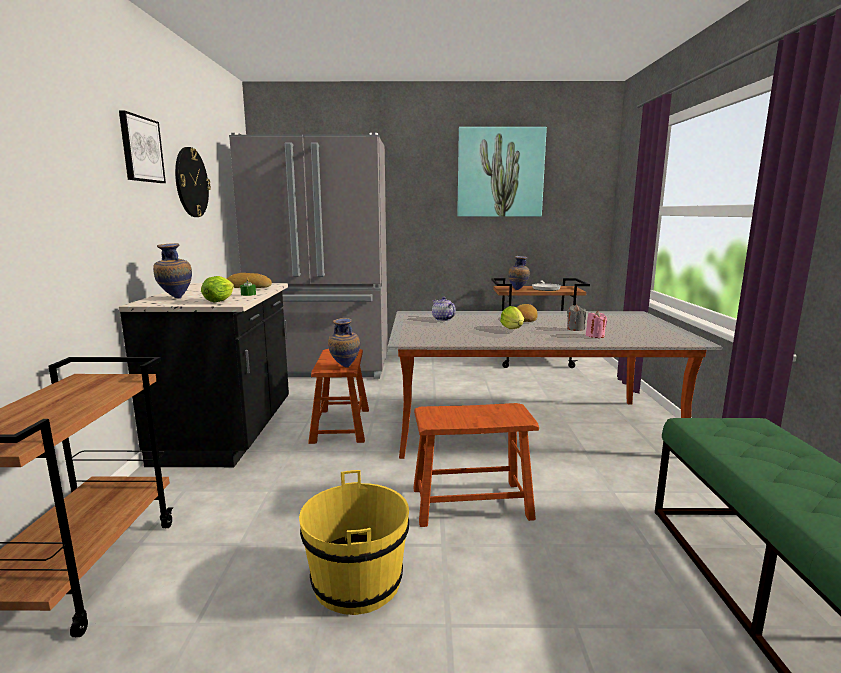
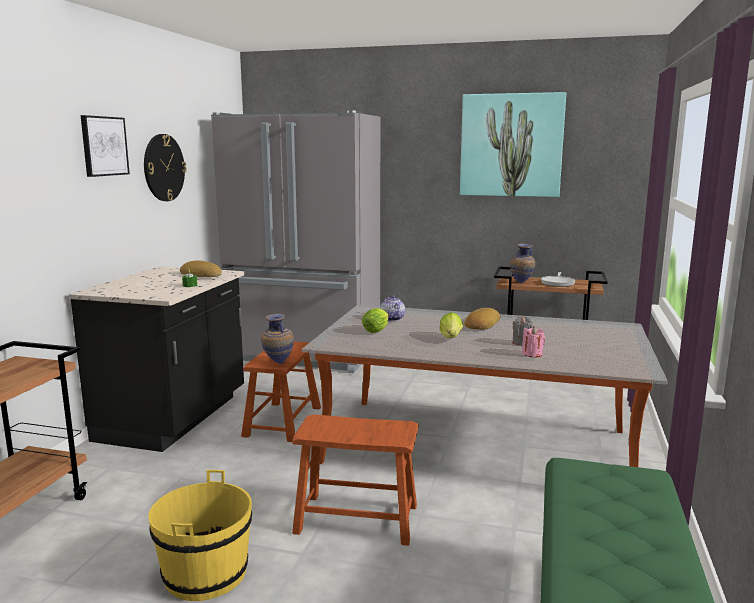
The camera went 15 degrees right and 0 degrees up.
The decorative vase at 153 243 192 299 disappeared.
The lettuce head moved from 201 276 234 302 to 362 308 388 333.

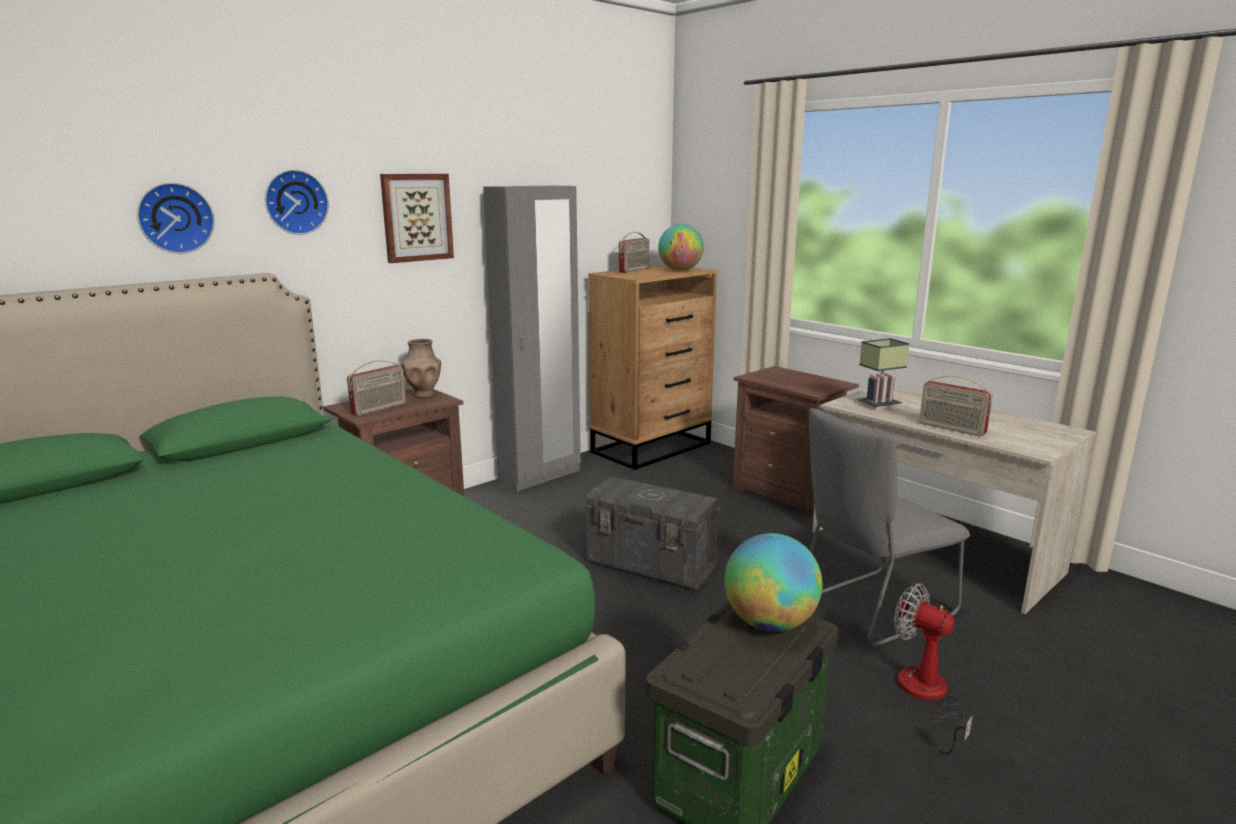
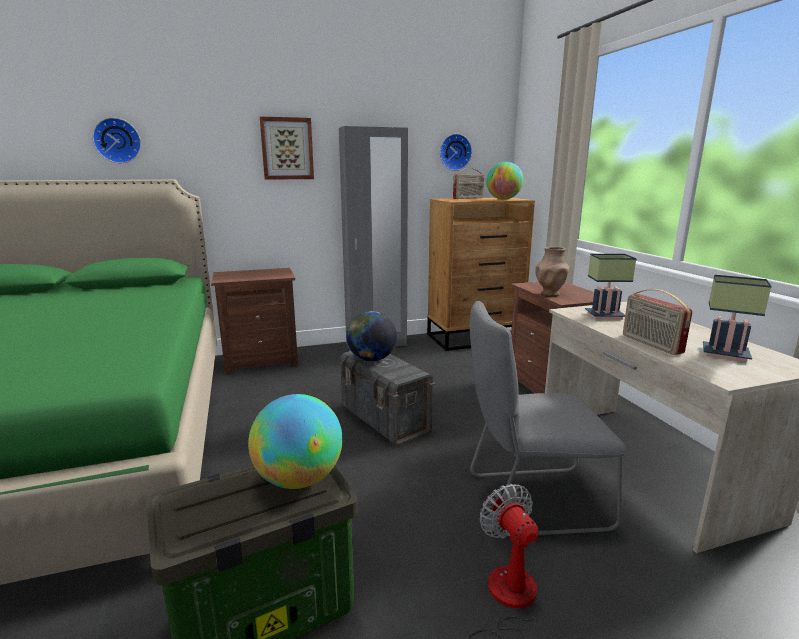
The camera went 25 degrees right and 0 degrees up.
The clock on the wall moved from 265 170 329 235 to 440 134 472 171.
The radio receiver at 347 360 406 416 disappeared.
The brownish decorative vase moved from 401 339 441 399 to 535 247 570 297.
The desk globe at 347 311 397 361 appeared.
The tabletop lamp at 703 275 772 363 appeared.

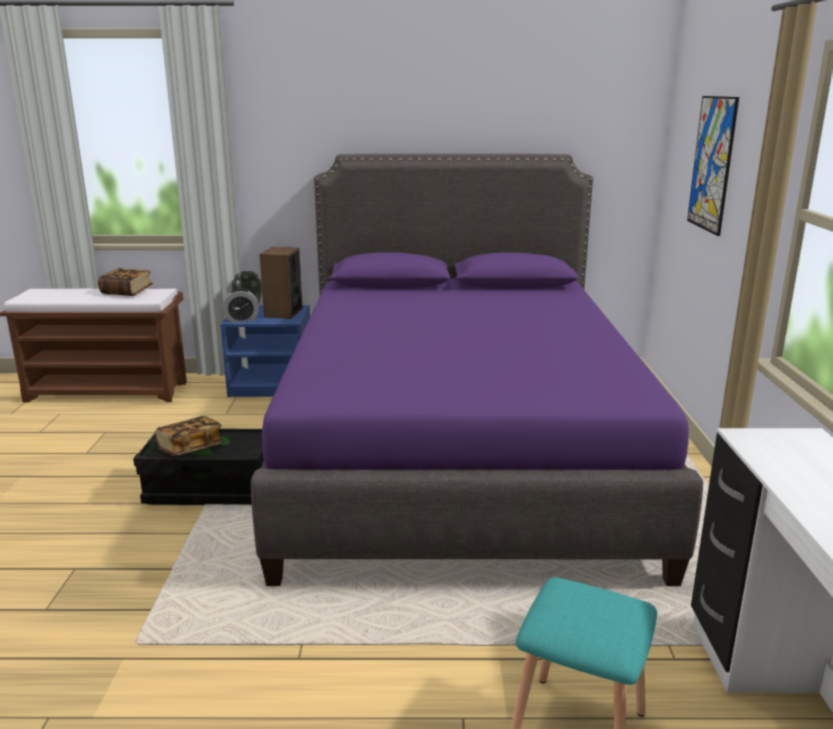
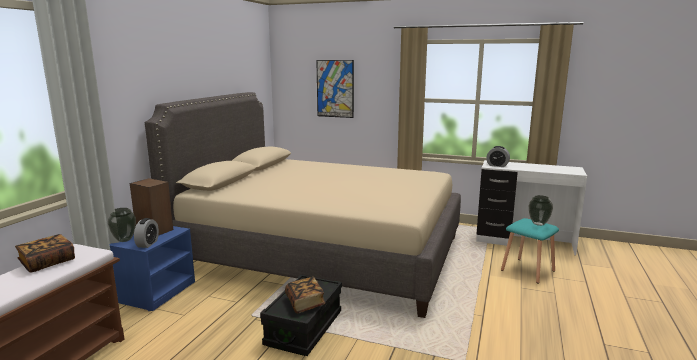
The camera went 70 degrees left and 5 degrees down.
The purplish bed at 251 154 703 586 became the beige bed at 145 92 461 318.
The alarm clock at 486 146 510 167 appeared.
The decorative vase at 529 195 553 226 appeared.

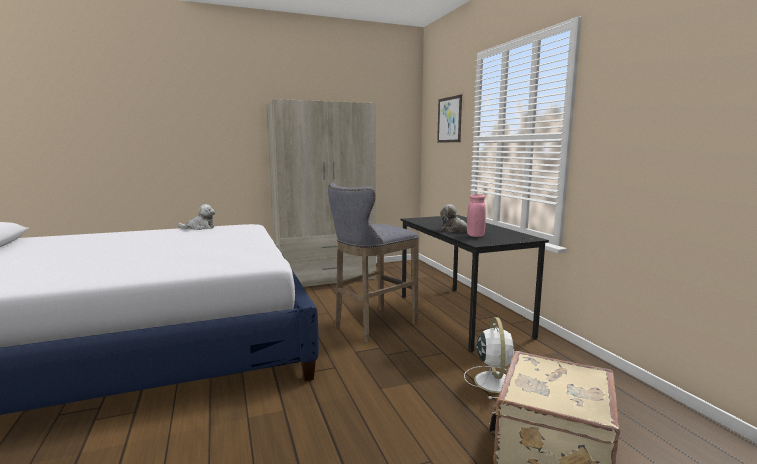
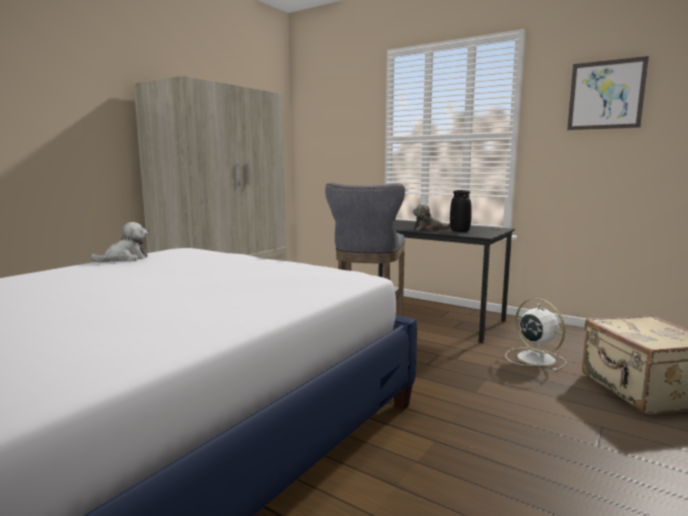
The camera went 35 degrees left and 0 degrees up.
The wall picture moved from 437 95 462 143 to 567 56 649 130.
The pinkish decorative vase at 467 194 486 237 became the black decorative vase at 450 190 472 232.

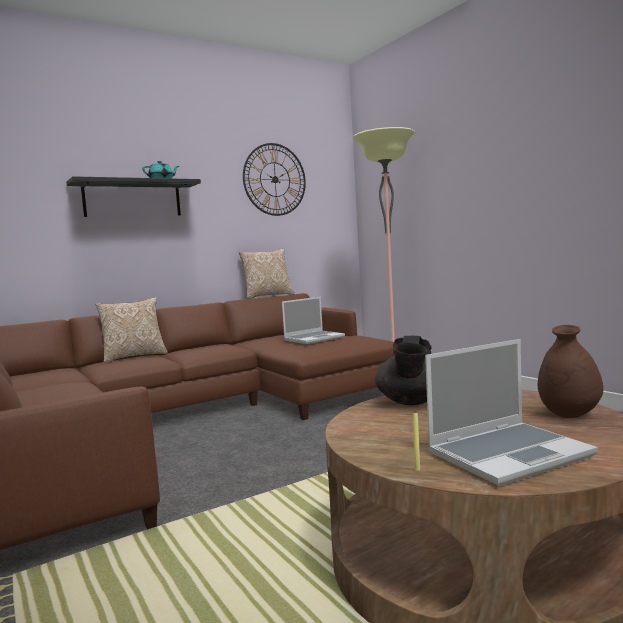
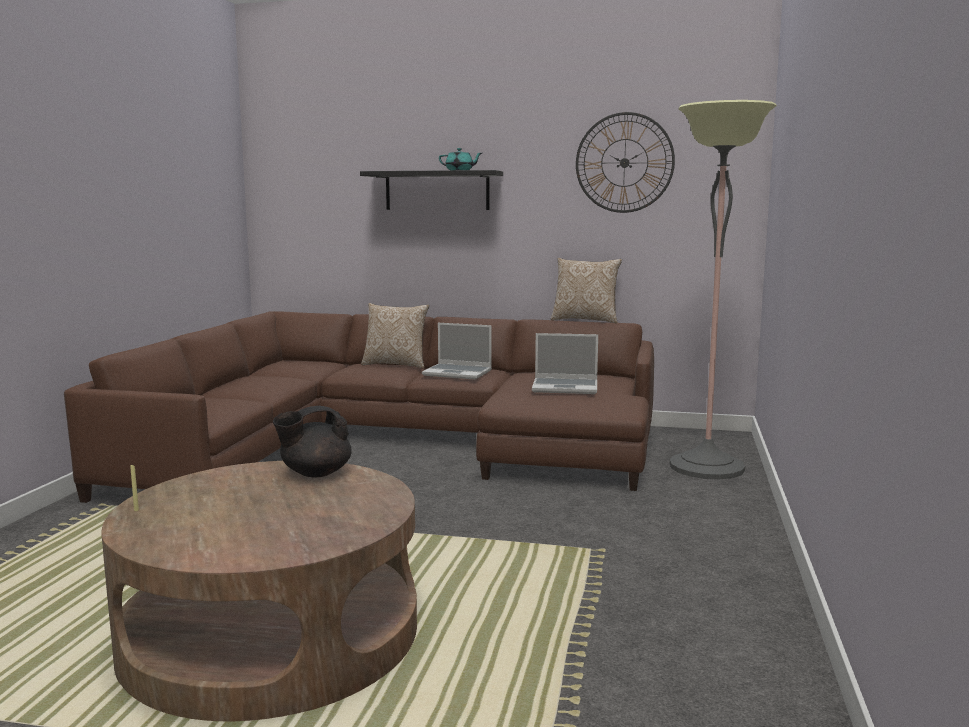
The camera went 45 degrees right and 5 degrees up.
The notebook computer moved from 425 339 598 486 to 422 323 492 380.
The brownish decorative vase at 538 325 603 418 disappeared.

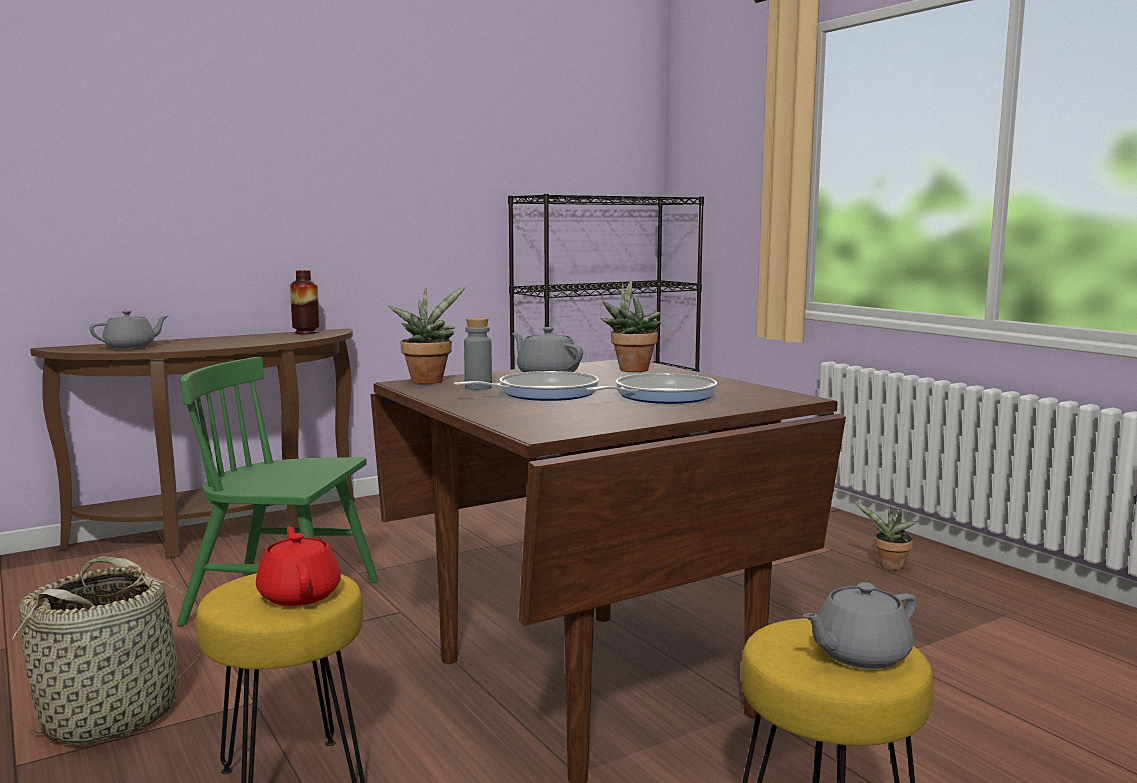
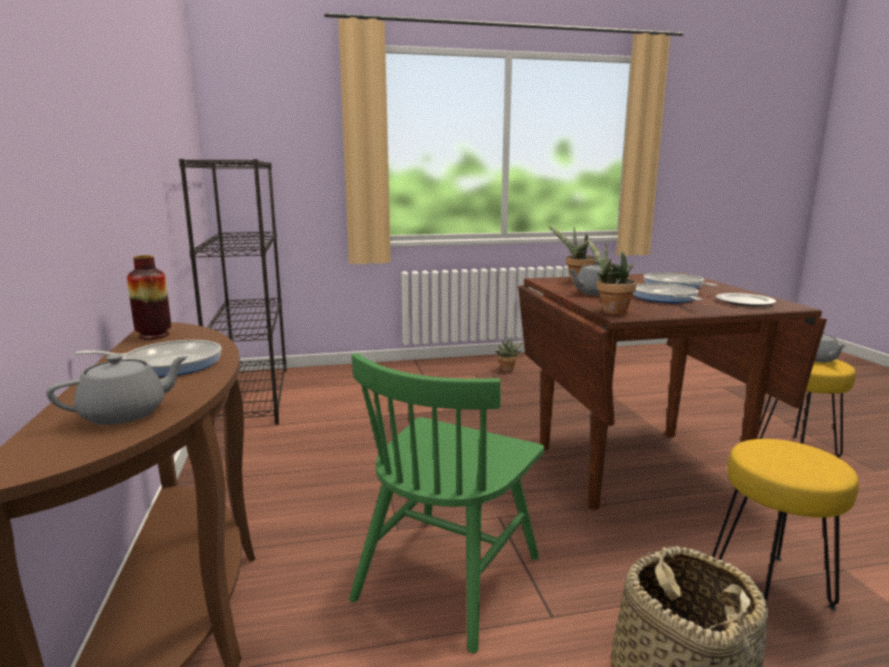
The camera went 70 degrees left and 5 degrees up.
The greyish tea pot at 89 310 168 349 turned 75 degrees clockwise.
The red tea pot at 256 526 341 606 disappeared.
The greyish bottle at 464 318 492 390 disappeared.
The skillet at 75 340 222 377 appeared.
The plate at 716 293 776 306 appeared.

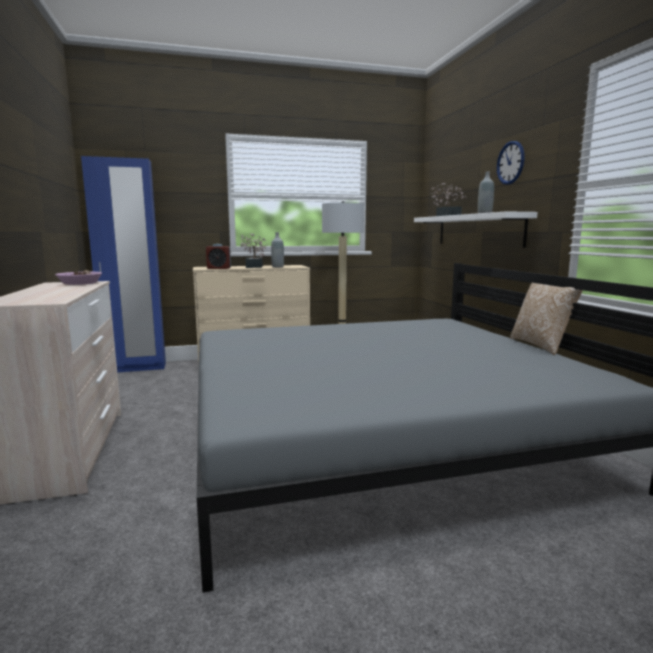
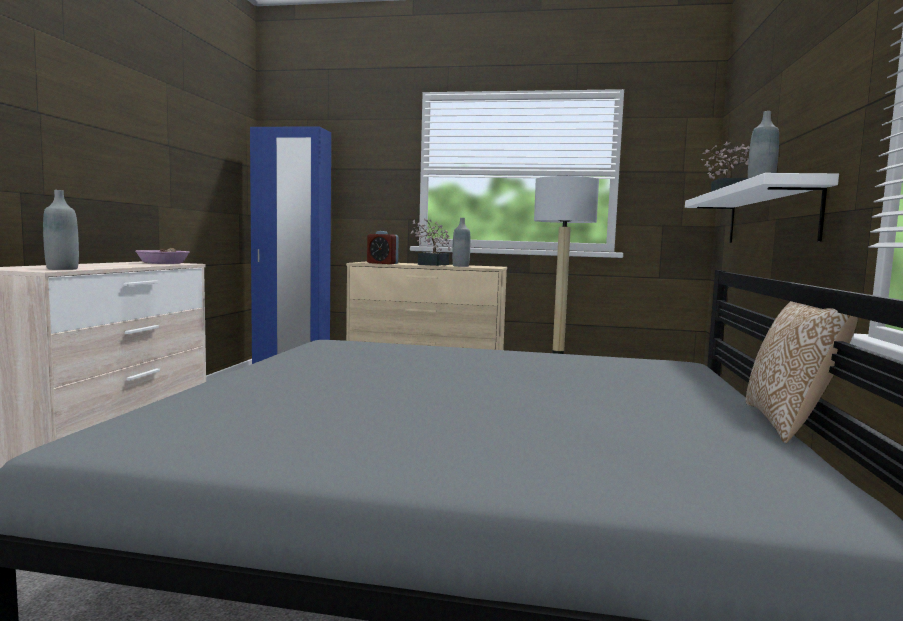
The camera went 25 degrees right and 5 degrees down.
The clock on the wall at 497 141 525 185 disappeared.
The greyish bottle at 43 190 79 270 appeared.

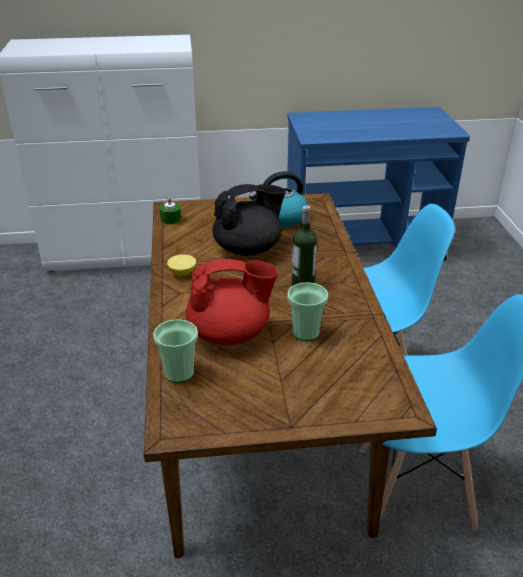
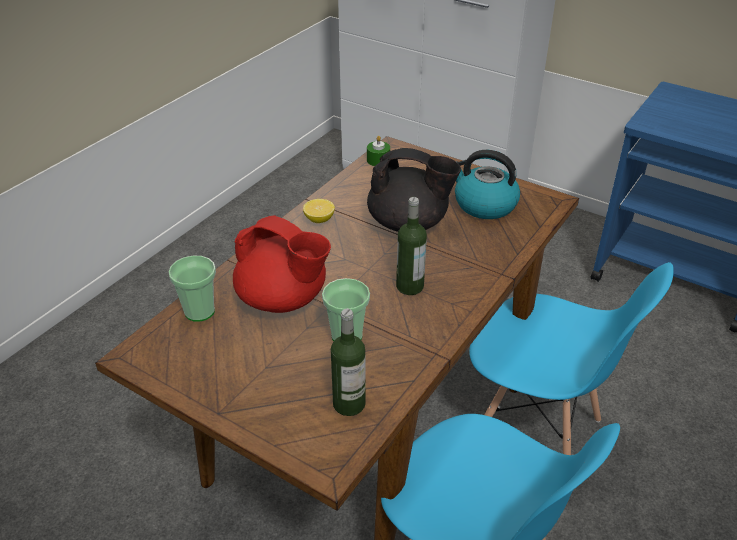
The camera went 40 degrees right and 5 degrees up.
The bottle at 331 309 366 416 appeared.

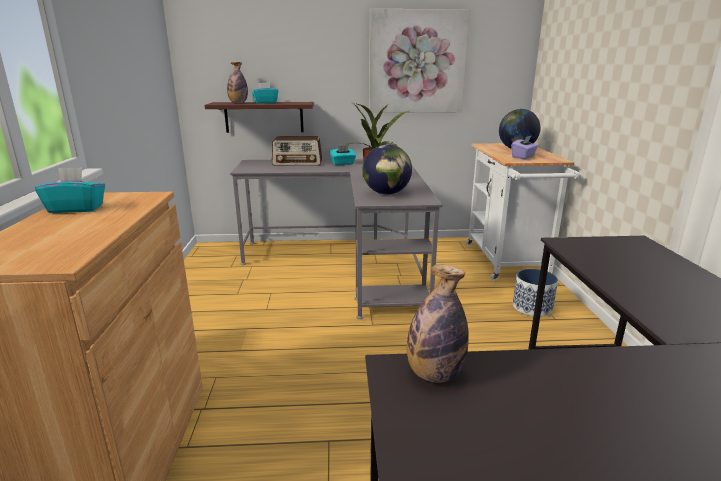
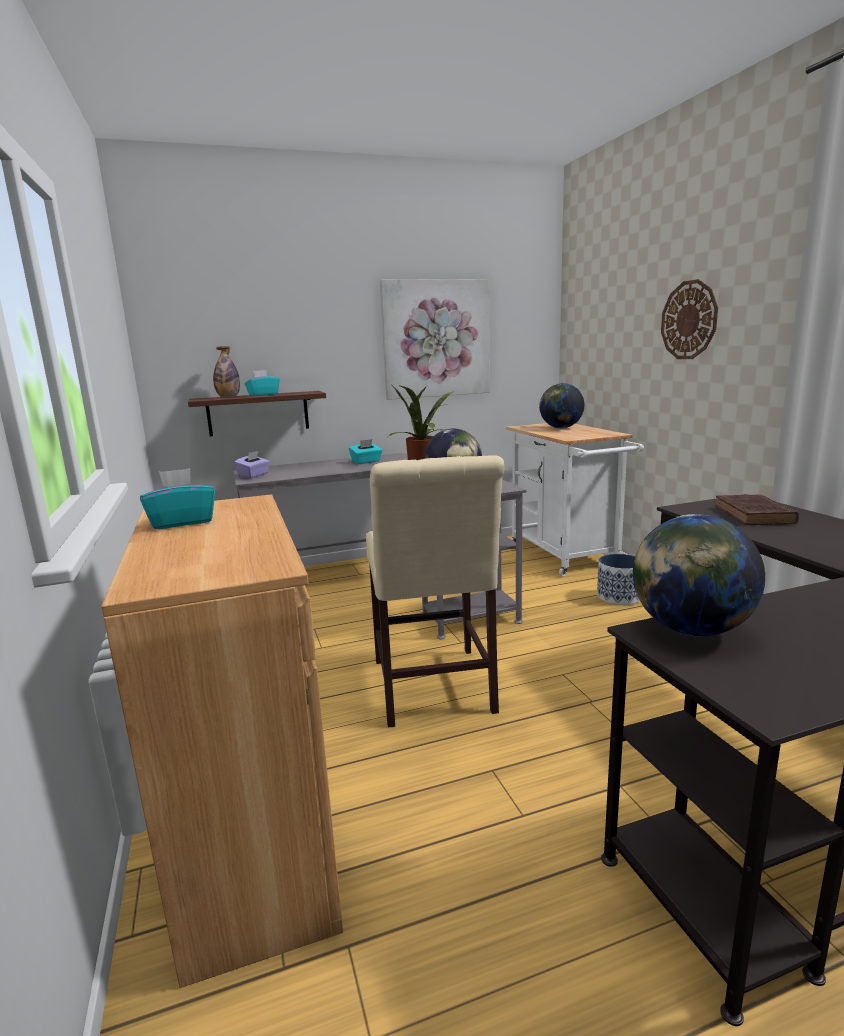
The camera went 15 degrees left and 5 degrees down.
The radio receiver at 272 136 322 166 disappeared.
The bottle at 407 264 469 383 was replaced by the desk globe at 633 514 765 636.
The purplish box of tissues moved from 511 135 538 159 to 234 450 270 478.
The beige plain chair at 366 455 504 728 appeared.
The clock on the wall at 661 279 718 359 appeared.
The brownish book at 715 494 799 525 appeared.

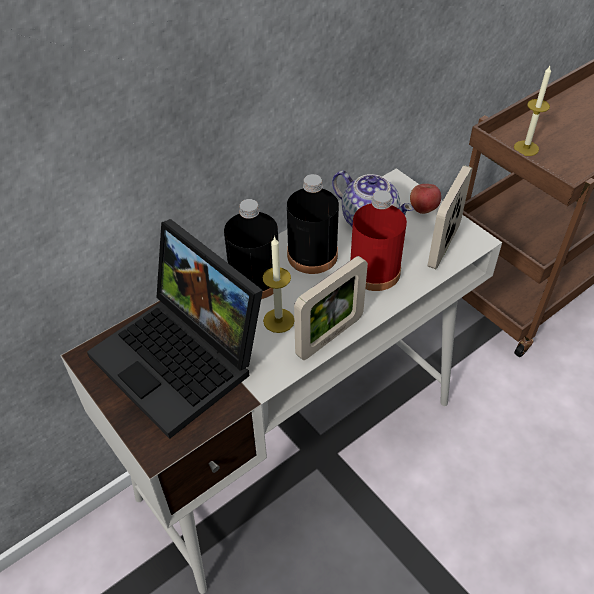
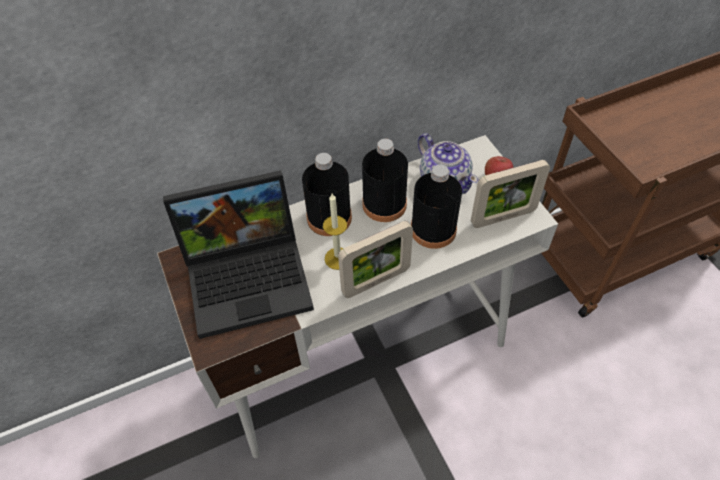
The camera went 15 degrees right and 5 degrees up.
The notebook computer at 87 219 263 439 turned 75 degrees counterclockwise.
The red bottle at 350 190 407 291 became the black bottle at 411 165 462 249.
The photo frame at 428 165 472 269 turned 150 degrees counterclockwise.
The wax light at 514 66 551 156 disappeared.

